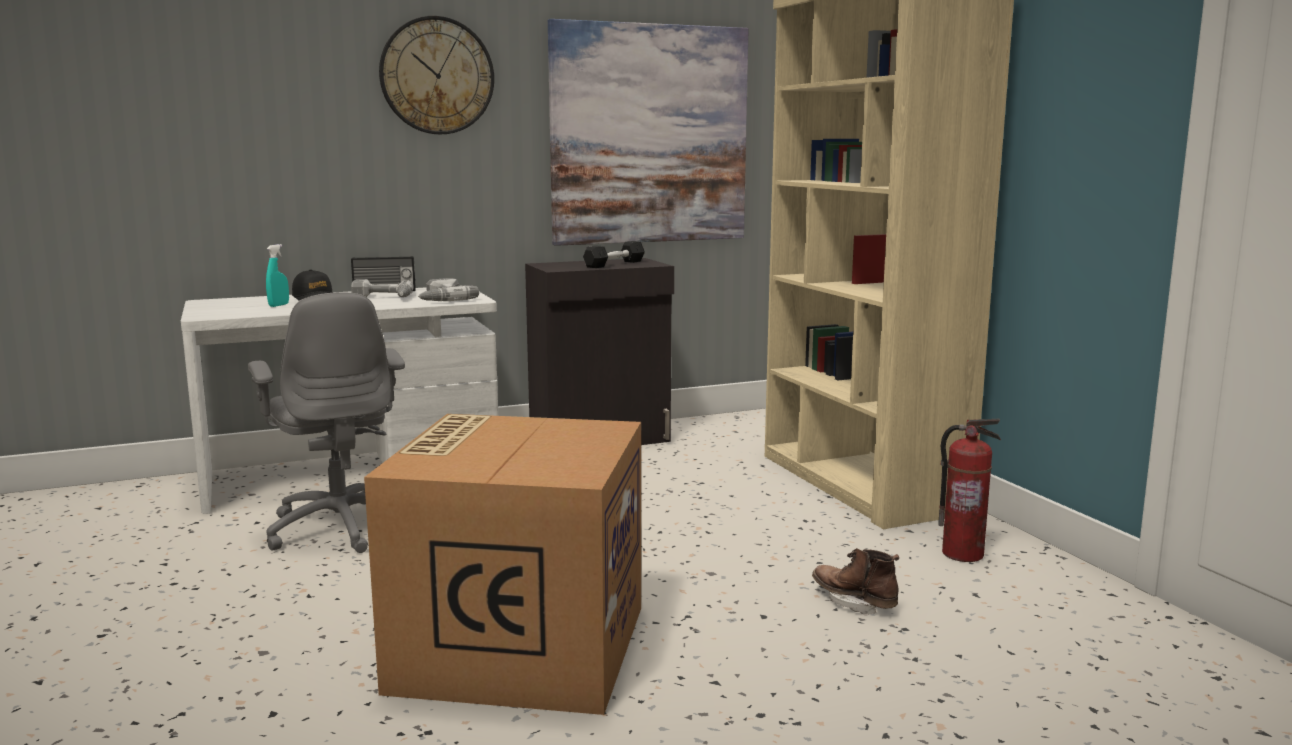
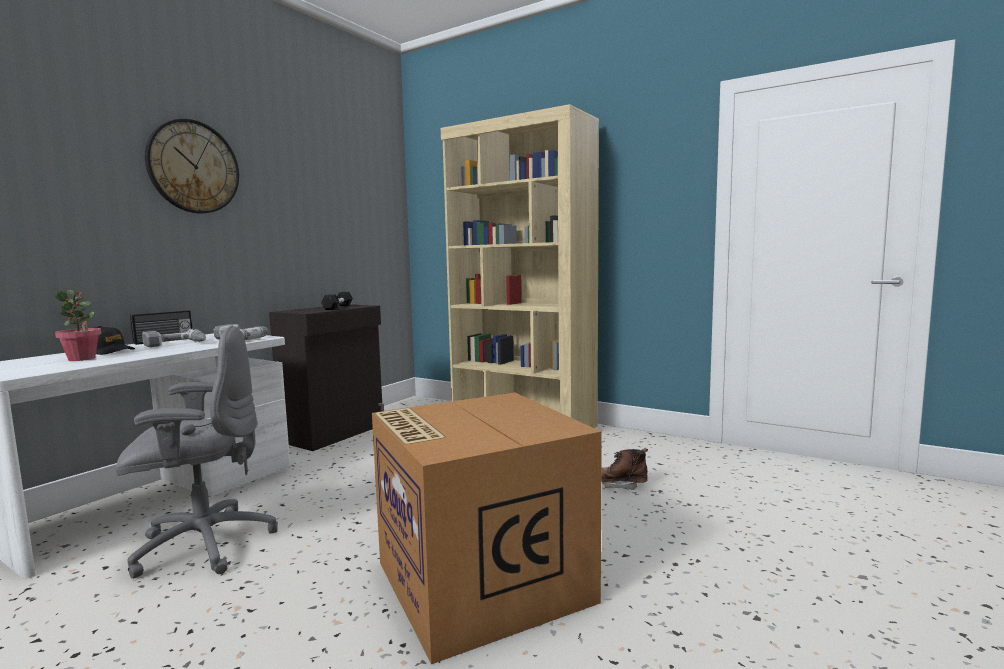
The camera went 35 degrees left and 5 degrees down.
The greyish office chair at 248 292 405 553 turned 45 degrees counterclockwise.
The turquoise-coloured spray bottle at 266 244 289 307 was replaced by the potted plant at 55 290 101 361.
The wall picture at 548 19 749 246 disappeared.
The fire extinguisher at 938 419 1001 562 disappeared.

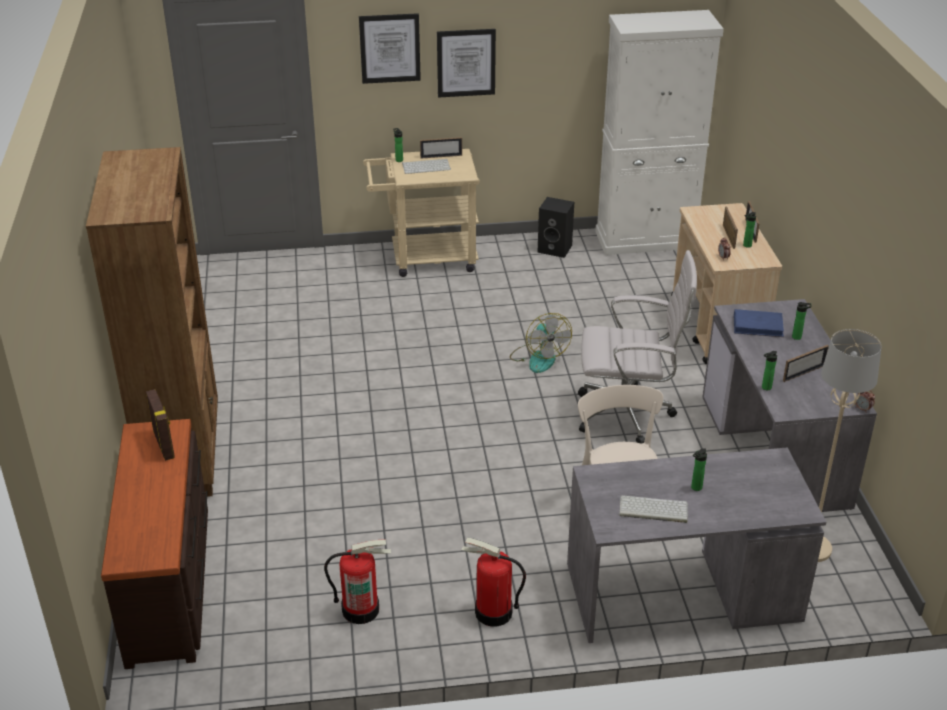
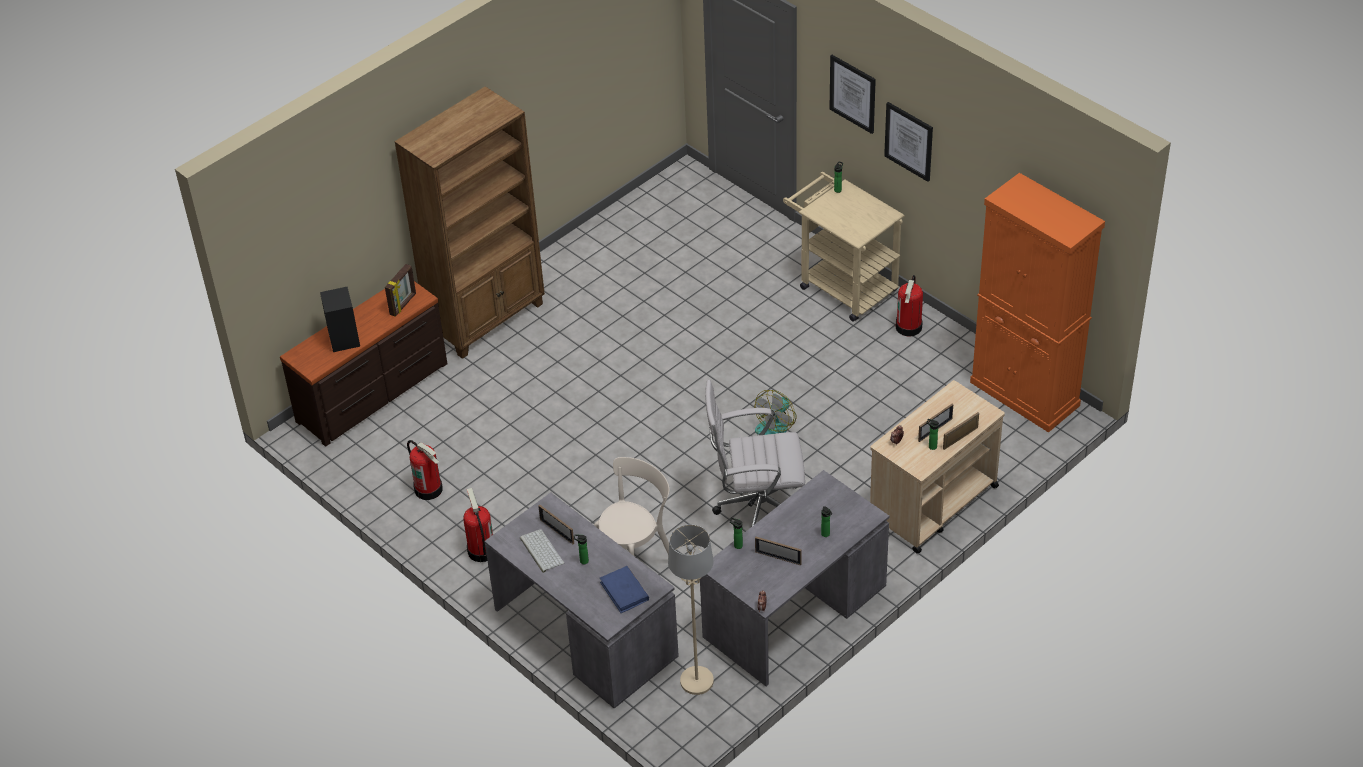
The camera went 55 degrees right and 10 degrees up.
The keyboard at 402 159 451 174 disappeared.
The photo frame moved from 420 137 462 159 to 538 505 574 544.
The black loudspeaker moved from 537 197 574 258 to 320 287 360 352.
The white office chair at 578 250 697 444 turned 120 degrees clockwise.
The white cupboard at 595 10 724 255 became the orange-coloured cupboard at 970 173 1105 433.
The bluish book moved from 734 309 784 337 to 600 566 649 613.
The fire extinguisher at 896 275 923 336 appeared.

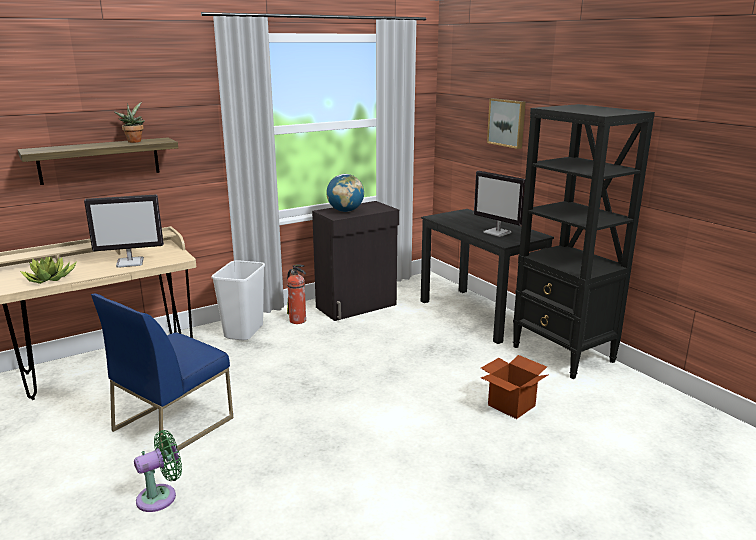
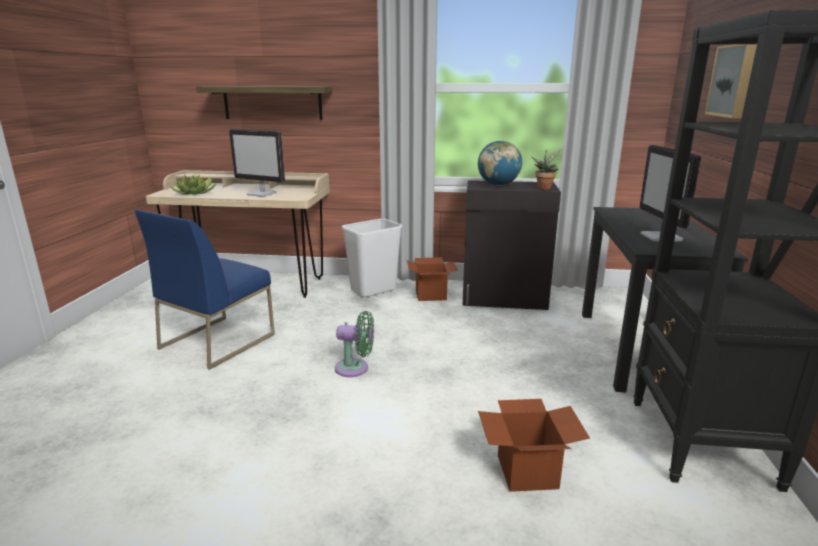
The camera went 40 degrees right and 0 degrees up.
The bluish plain chair at 91 294 233 451 turned 45 degrees counterclockwise.
The potted plant moved from 115 102 145 143 to 531 149 561 190.
The green-coloured fan moved from 134 430 182 512 to 335 311 374 377.
The fire extinguisher at 287 264 306 324 was replaced by the carton at 407 257 458 301.

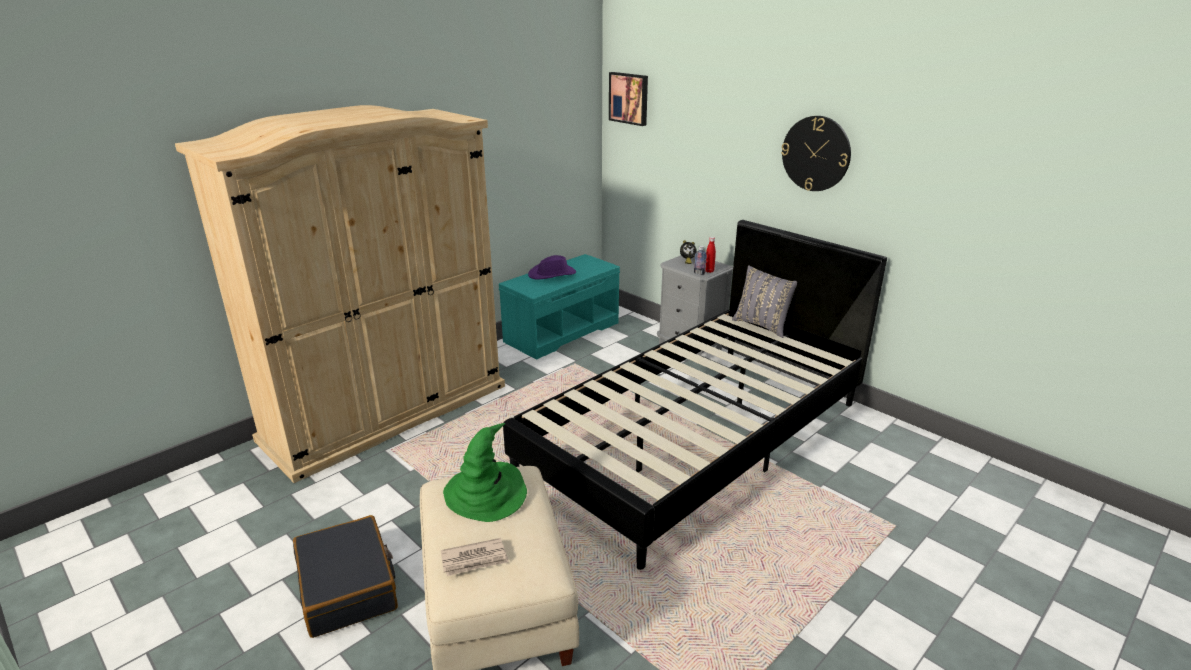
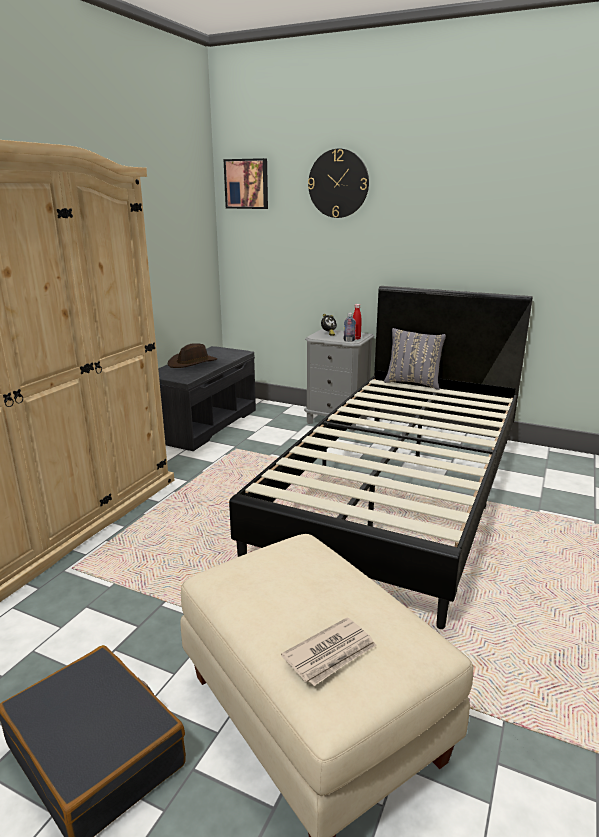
The camera went 20 degrees left and 5 degrees down.
The green-coloured hat at 443 423 527 522 disappeared.
The turquoise-coloured long seat at 499 254 620 360 became the greyish long seat at 158 346 256 451.
The purplish hat at 528 255 576 280 became the brownish hat at 167 343 217 368.
The clock on the wall moved from 781 116 851 191 to 308 149 369 218.

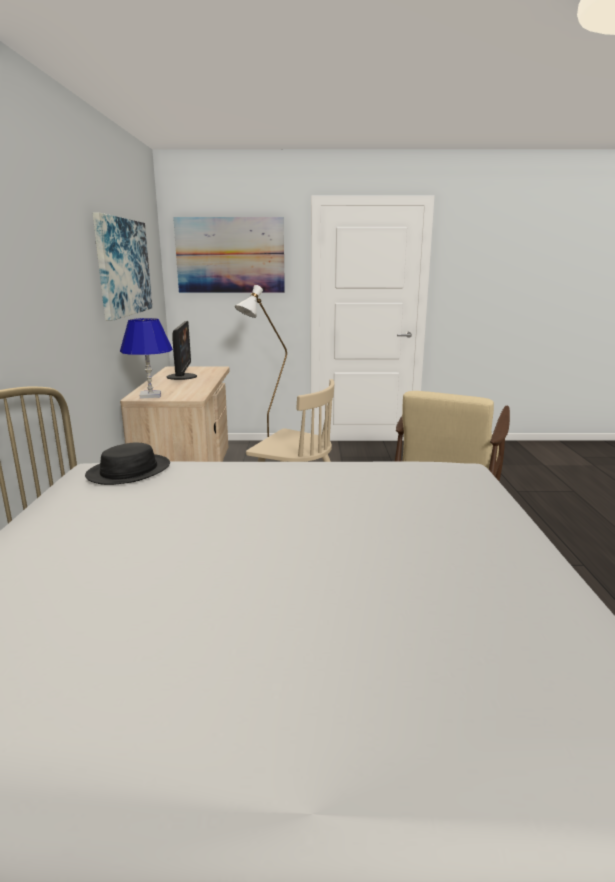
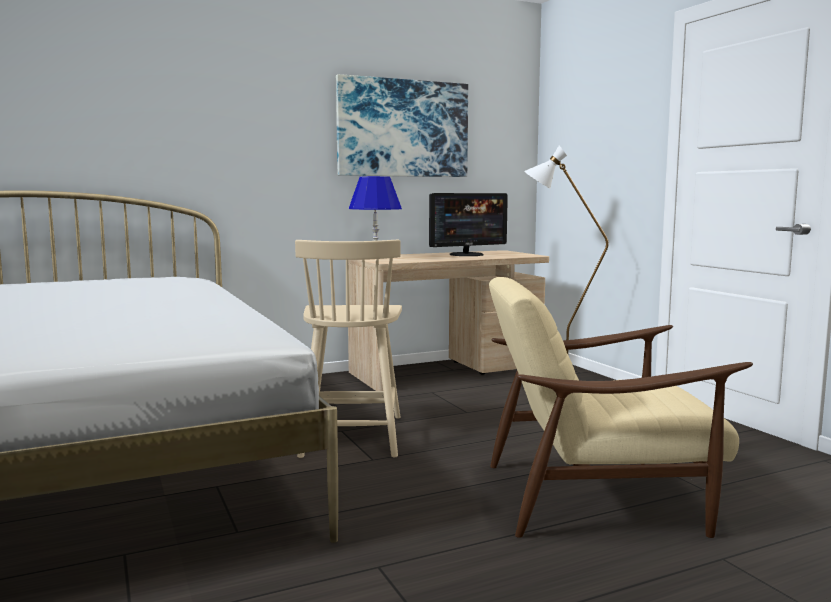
The camera went 65 degrees right and 10 degrees down.
The black hat at 85 443 170 485 disappeared.
The wall picture at 173 217 285 293 disappeared.

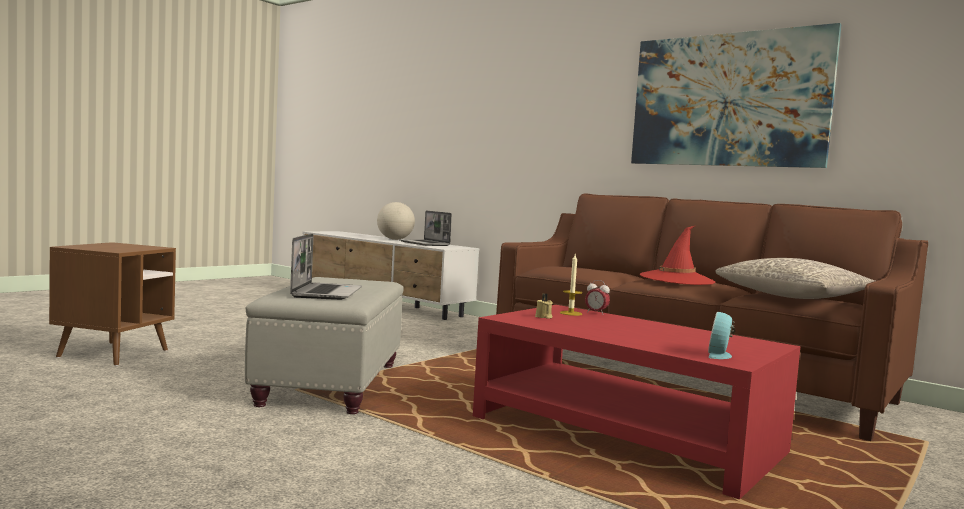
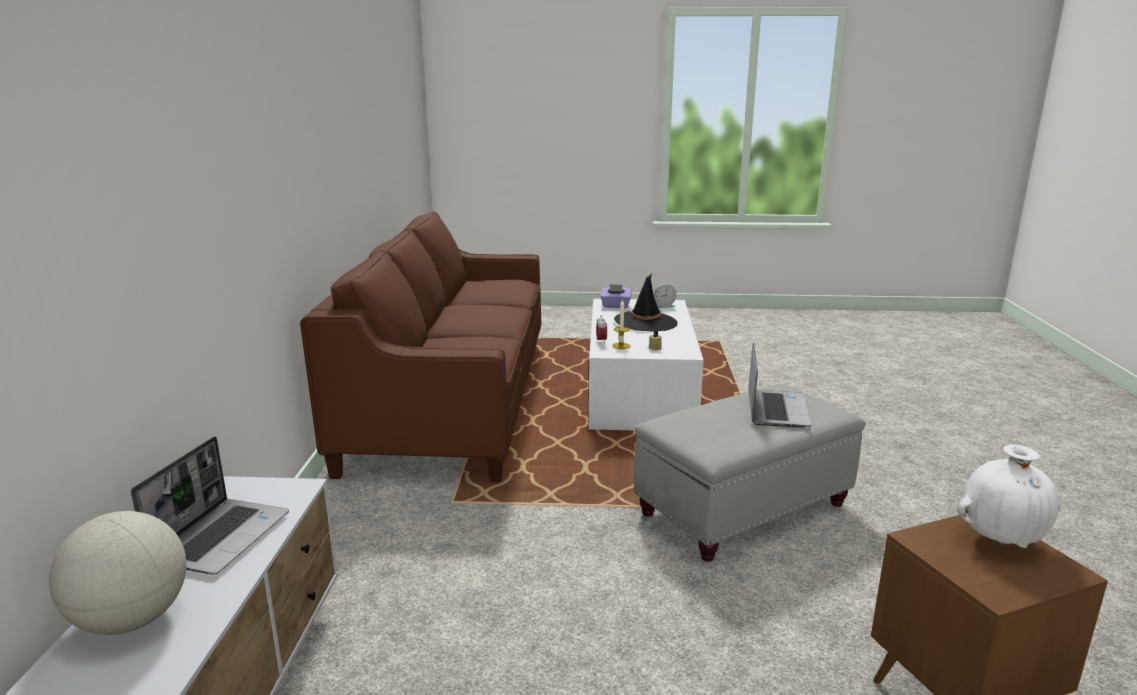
The camera went 125 degrees left and 15 degrees up.
The notebook computer at 290 233 362 300 turned 135 degrees clockwise.
The red lounge table at 473 305 801 499 became the white lounge table at 589 299 704 430.
The wall picture at 631 23 842 168 disappeared.
The red hat at 640 226 716 285 disappeared.
The greyish pillow at 715 258 875 299 disappeared.
The purplish box of tissues at 601 284 632 308 appeared.
The black hat at 614 274 678 332 appeared.
The white decorative vase at 957 444 1060 548 appeared.

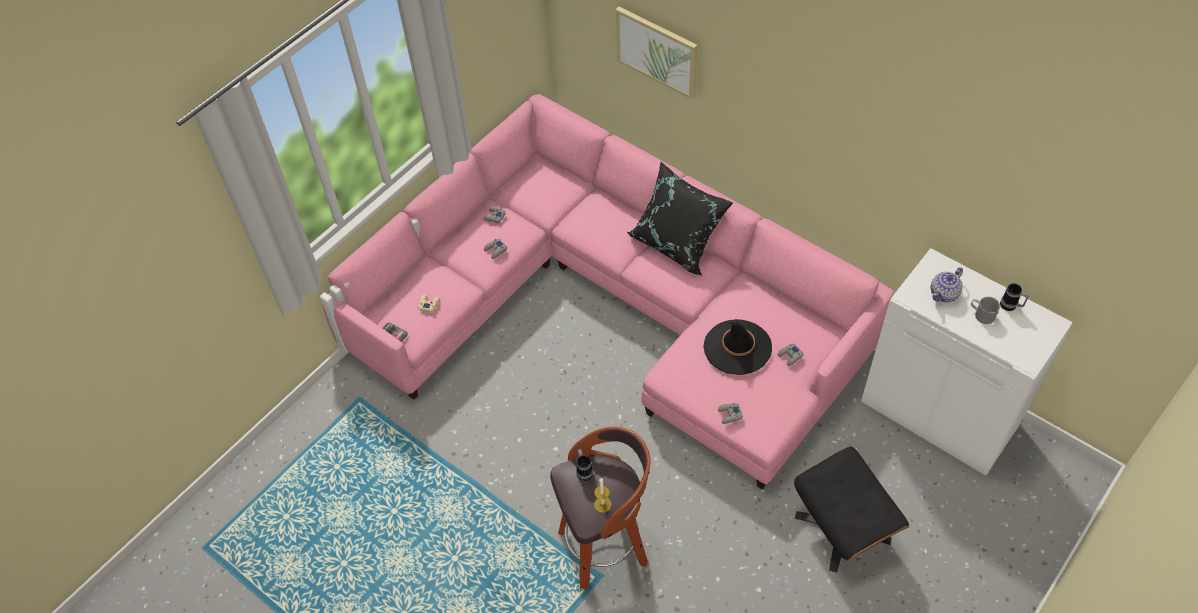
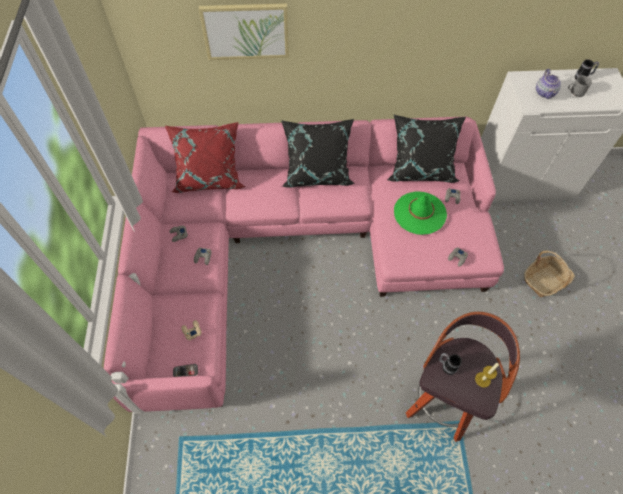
The camera went 45 degrees left and 5 degrees up.
The black hat at 704 319 772 375 became the green-coloured hat at 394 192 447 235.
The black footrest at 794 446 909 572 was replaced by the household basket at 524 251 575 297.
The red pillow at 165 122 246 193 appeared.
The black pillow at 388 115 466 183 appeared.

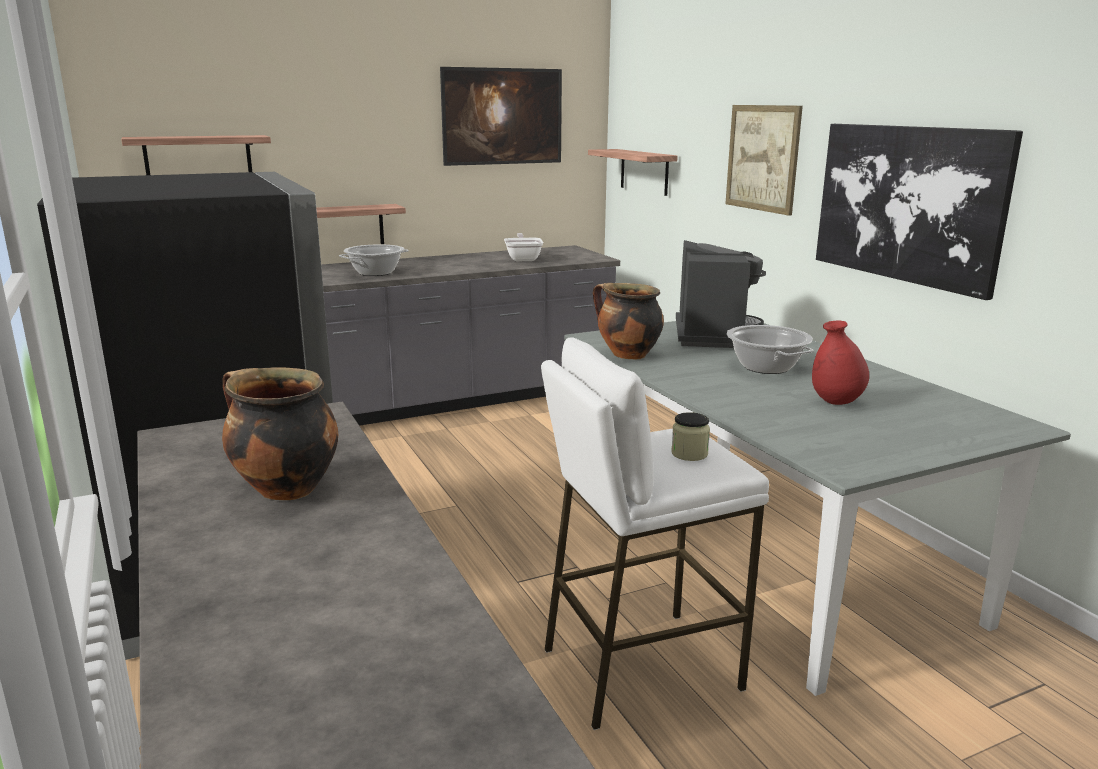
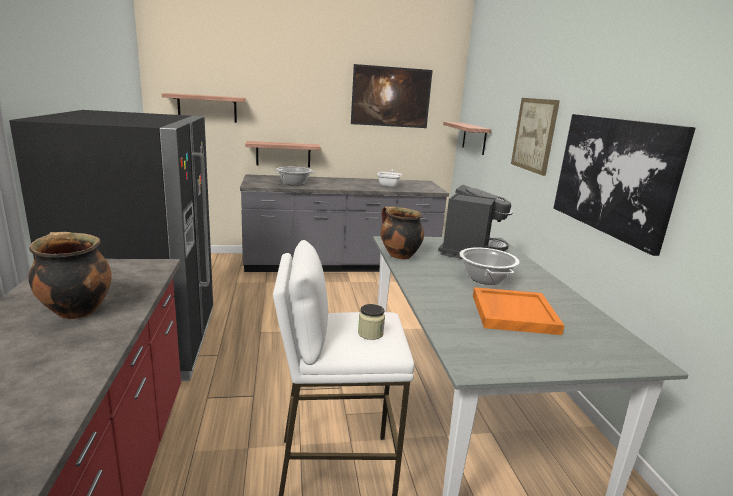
The camera went 15 degrees right and 0 degrees up.
The red decorative vase at 812 320 869 405 was replaced by the orange-coloured serving tray at 473 287 565 335.

